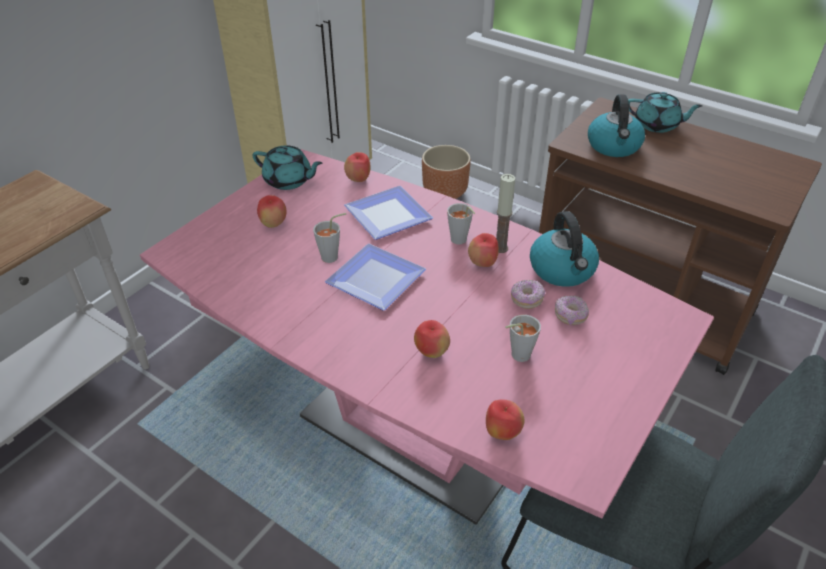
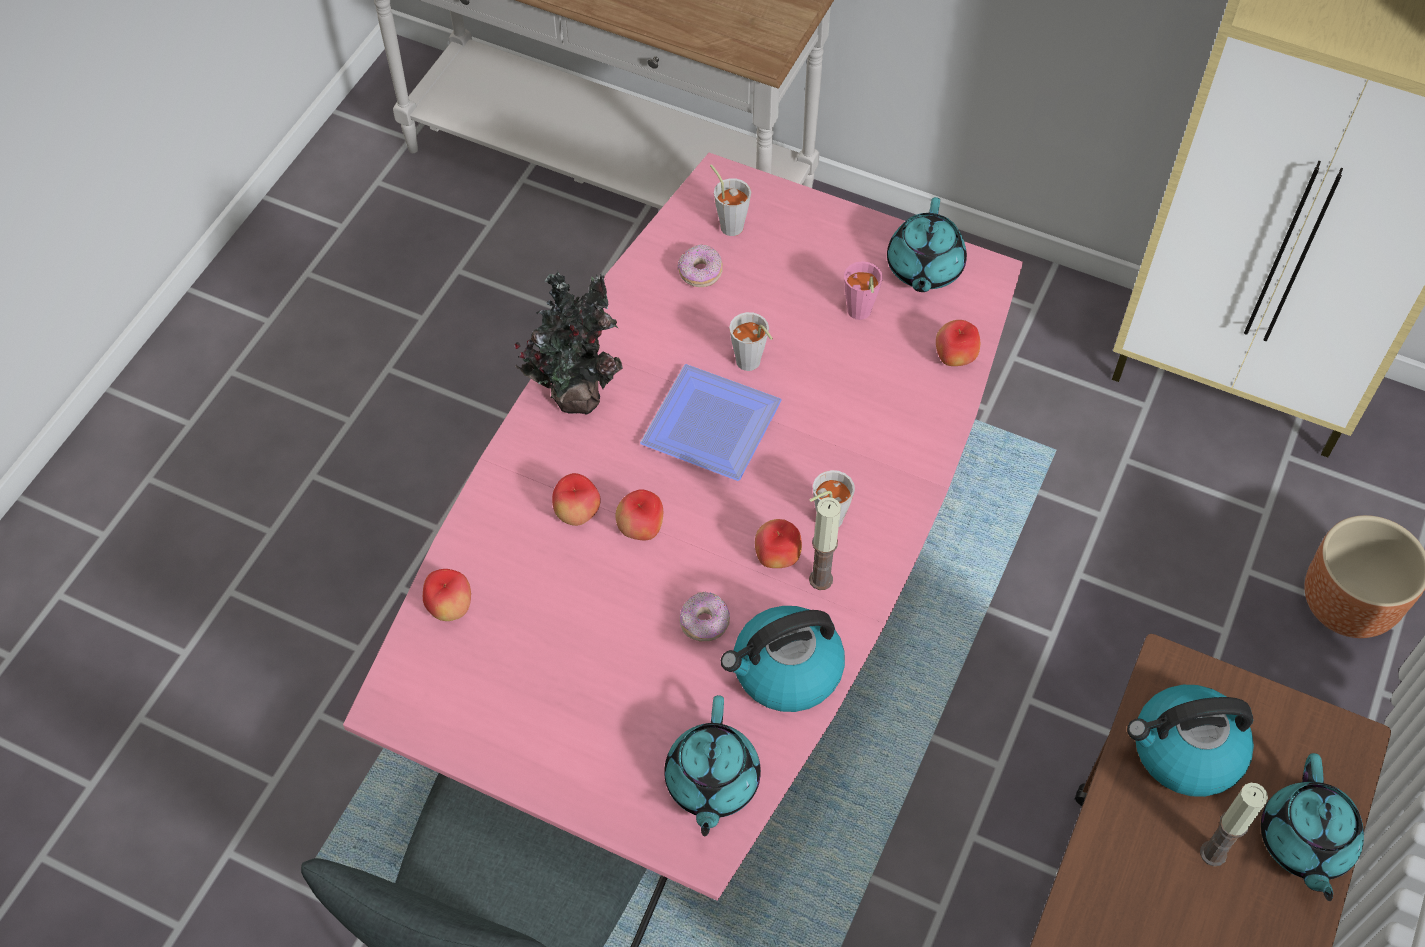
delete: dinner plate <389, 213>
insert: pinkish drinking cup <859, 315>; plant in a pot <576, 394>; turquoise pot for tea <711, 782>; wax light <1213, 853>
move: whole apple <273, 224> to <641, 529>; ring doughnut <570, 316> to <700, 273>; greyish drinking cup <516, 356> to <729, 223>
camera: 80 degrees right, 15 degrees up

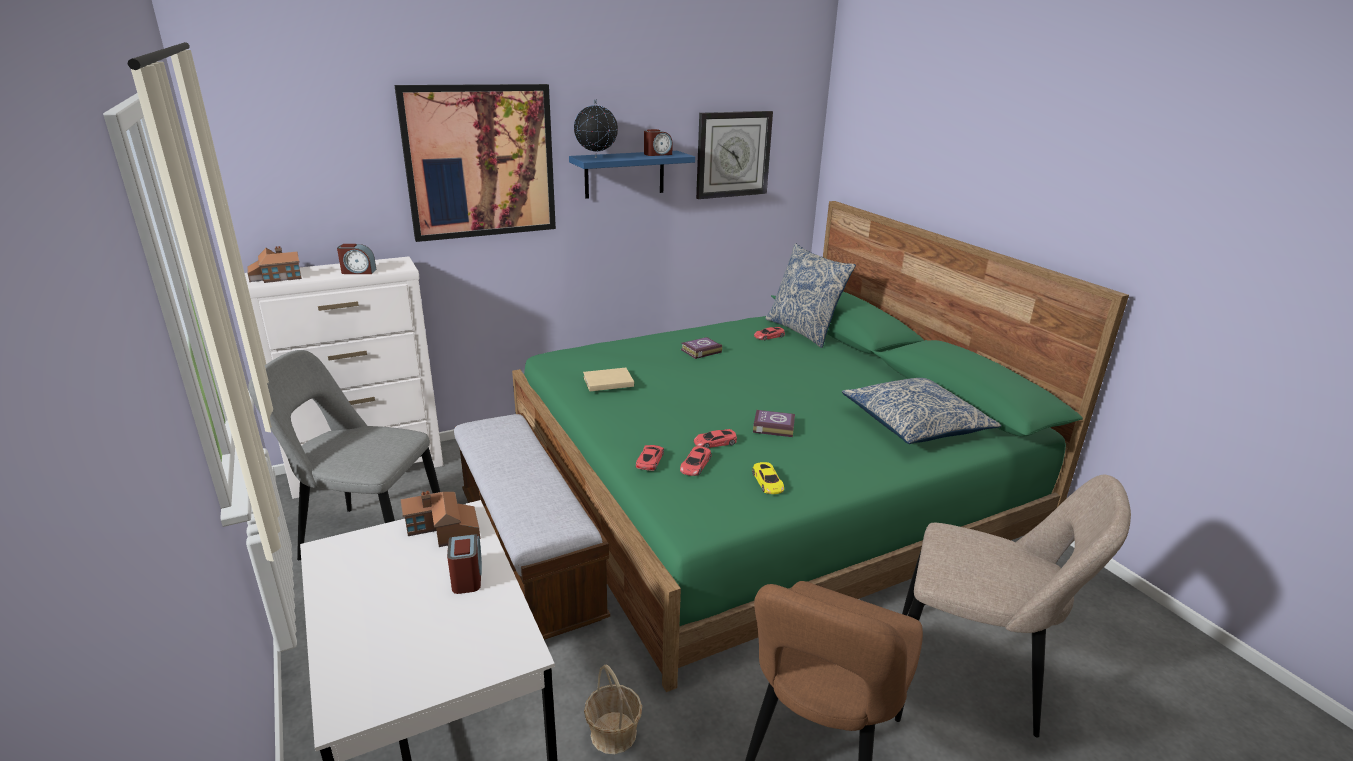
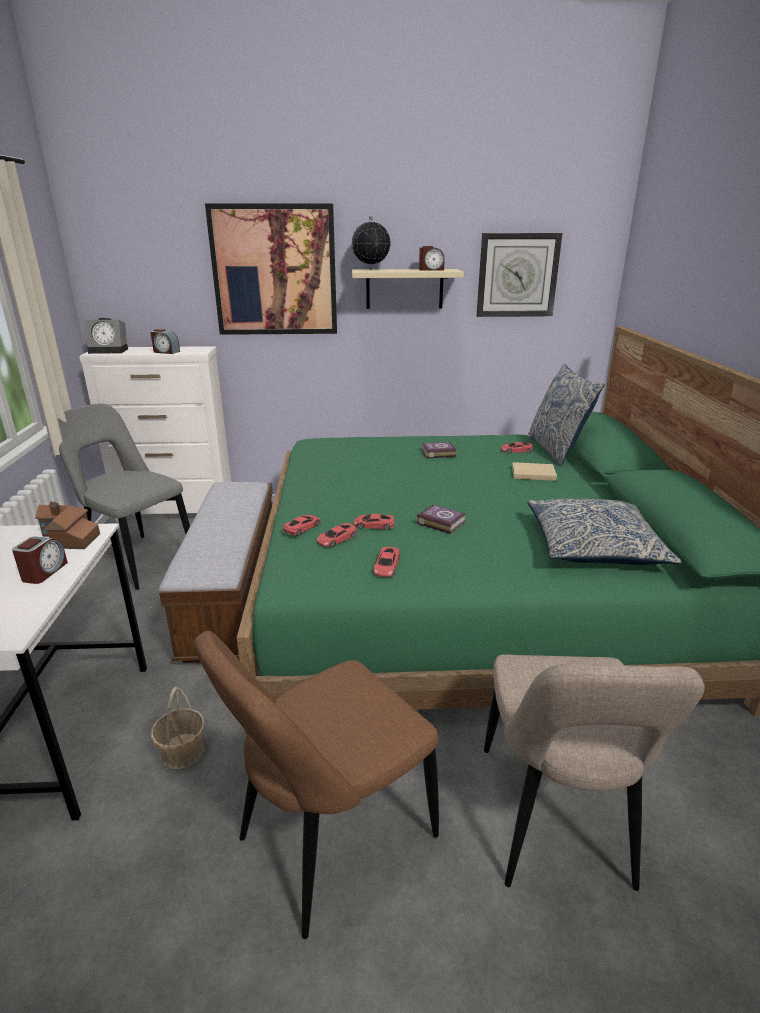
move: beige volume <606, 381> to <532, 473>
replace: miniature house <275, 277> to alarm clock <110, 350>
recolor: bluish wall shelf <624, 174> to beige wall shelf <404, 289>; yellow-coloured miniature car <767, 482> to red miniature car <386, 566>
rotate: beige plain chair <973, 674> = <555, 822> 45 degrees clockwise
camera: 25 degrees right, 0 degrees up

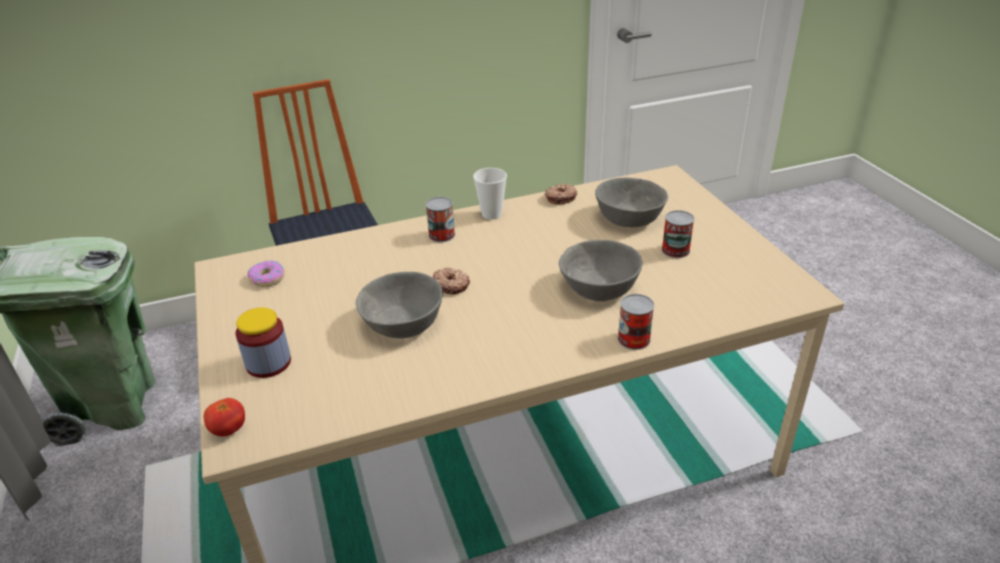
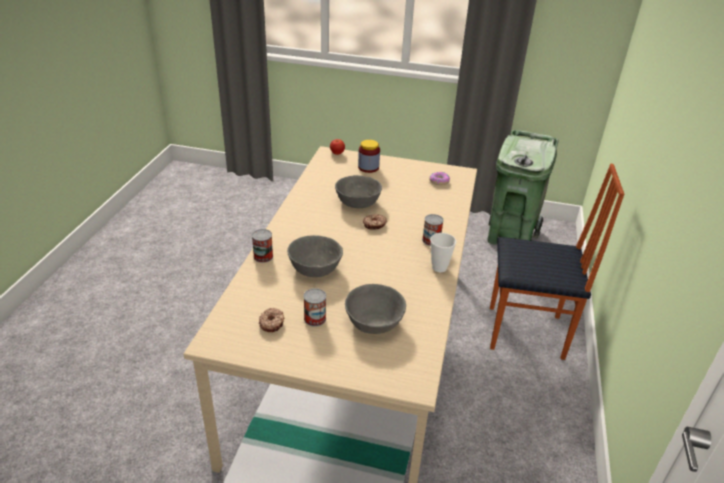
move: ring doughnut <560, 198> to <272, 323>
camera: 120 degrees right, 0 degrees up

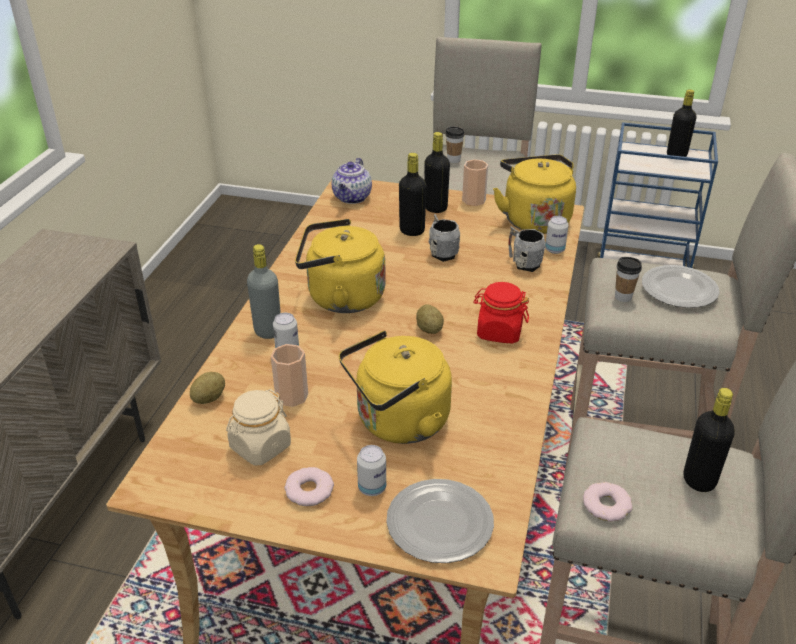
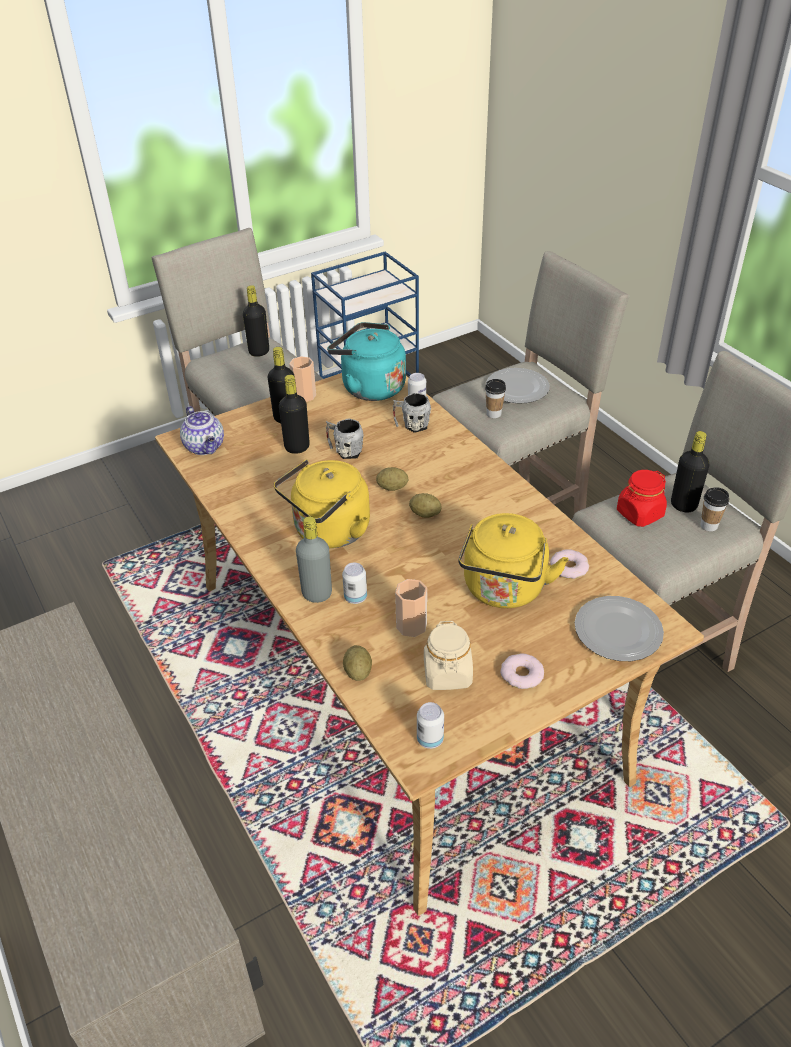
insert: potato <392, 487>
move: blackish beverage bottle <676, 155> to <259, 352>; drinking cup <453, 160> to <709, 525>; red jar <499, 332> to <639, 514>; can <372, 488> to <430, 739>; ring doughnut <606, 505> to <569, 567>
recolor: yellow-coloured kettle <534, 219> to turquoise kettle <369, 387>
camera: 45 degrees left, 5 degrees up

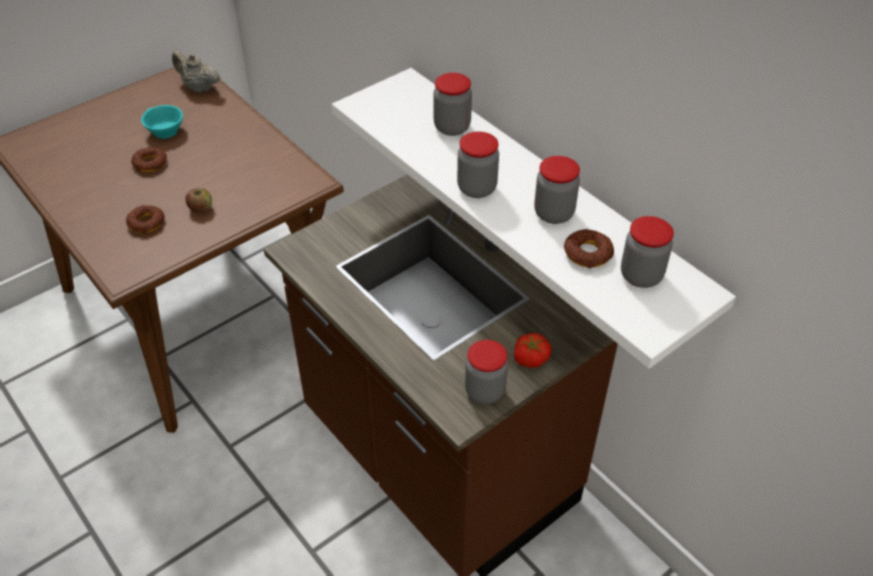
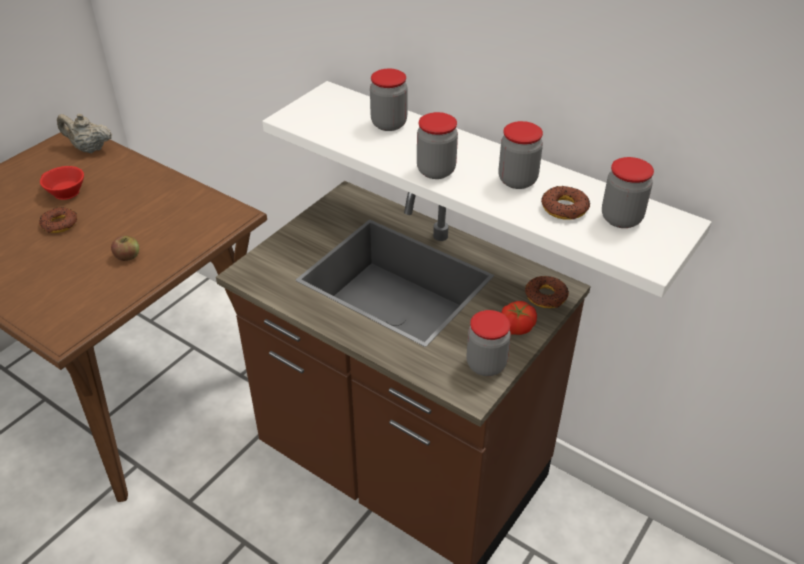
move: ring doughnut <146, 223> to <546, 296>
recolor: turquoise drinking cup <163, 131> to red drinking cup <64, 193>
camera: 15 degrees left, 5 degrees down

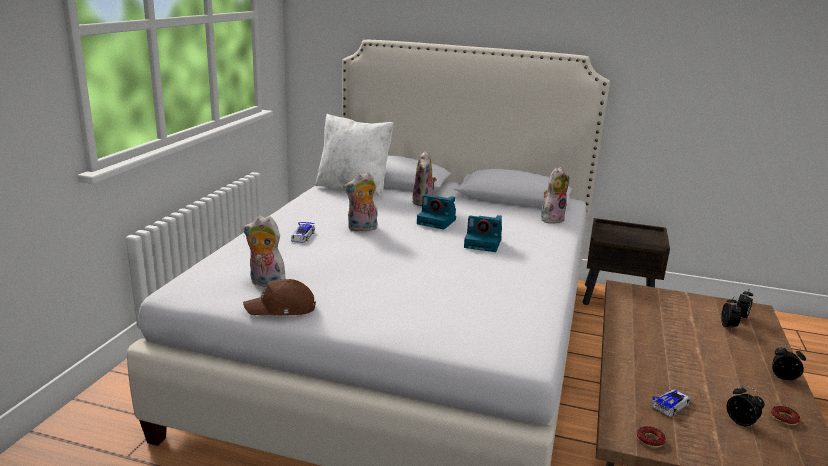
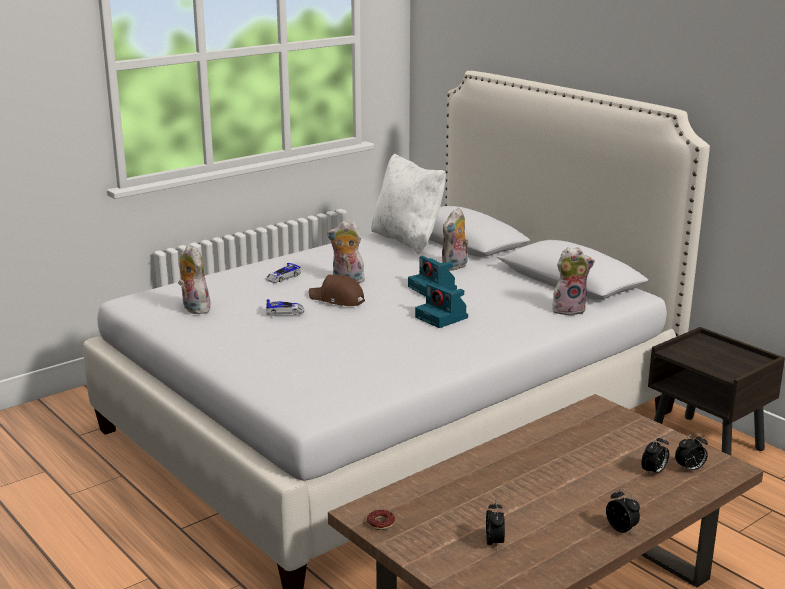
delete: ring doughnut <784, 419>
move: brown baseball cap <281, 308> to <337, 299>; miniature car <671, 404> to <285, 311>
camera: 35 degrees right, 0 degrees up

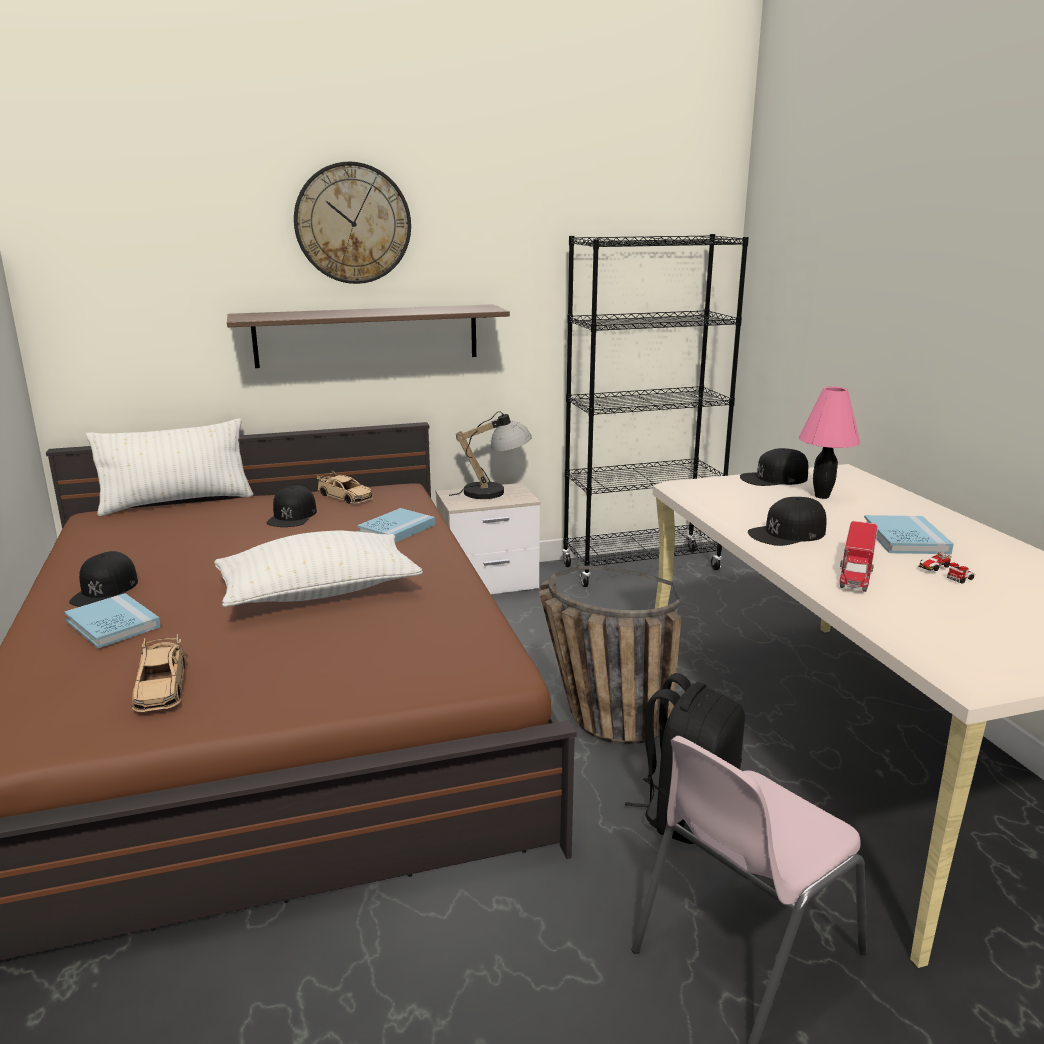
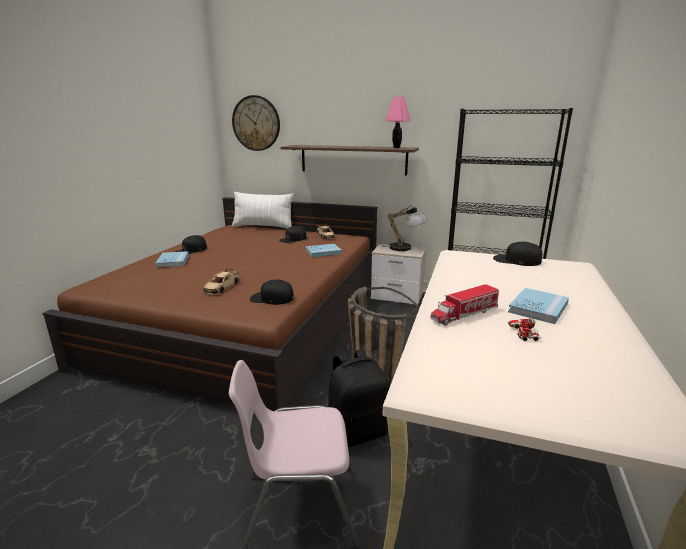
delete: white cushion <319, 593>
move: wall clock <353, 223> to <256, 123>; pinkish tabletop lamp <822, 496> to <396, 148>; blackish baseball cap <787, 533> to <271, 298>; beige miniature car <161, 686> to <222, 287>
camera: 35 degrees right, 0 degrees up

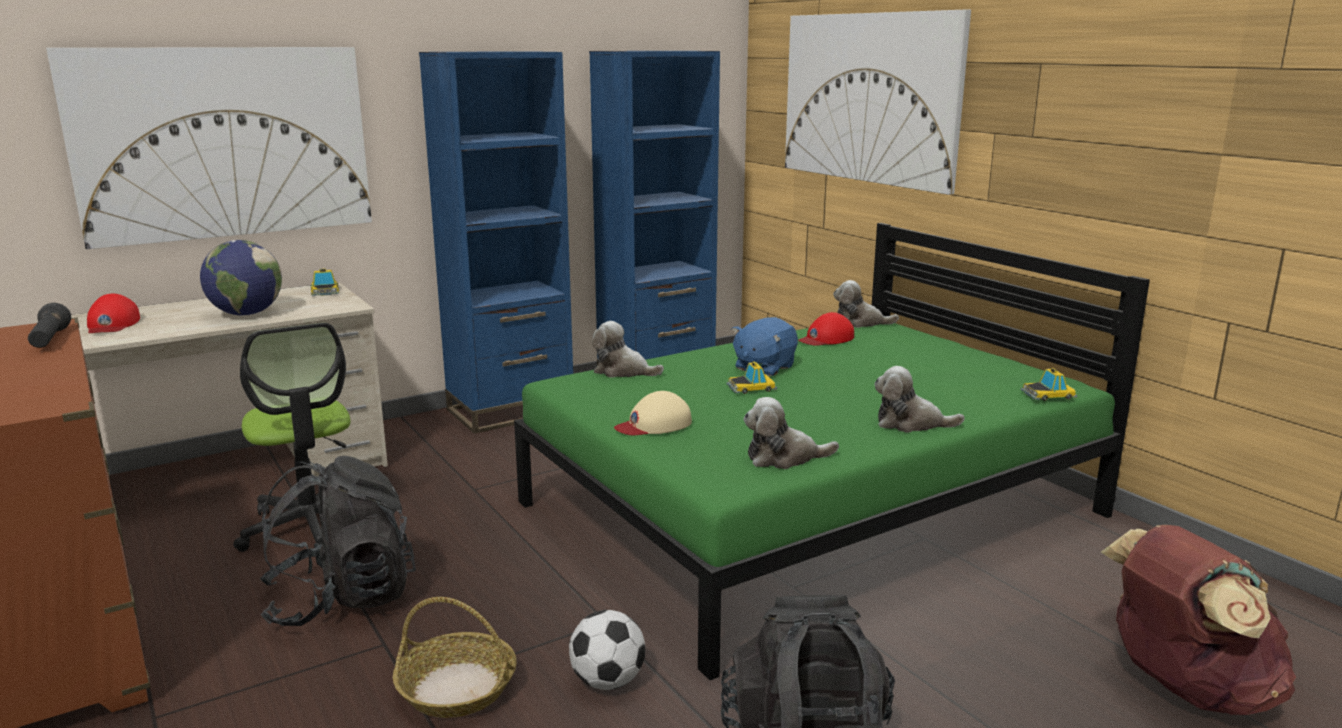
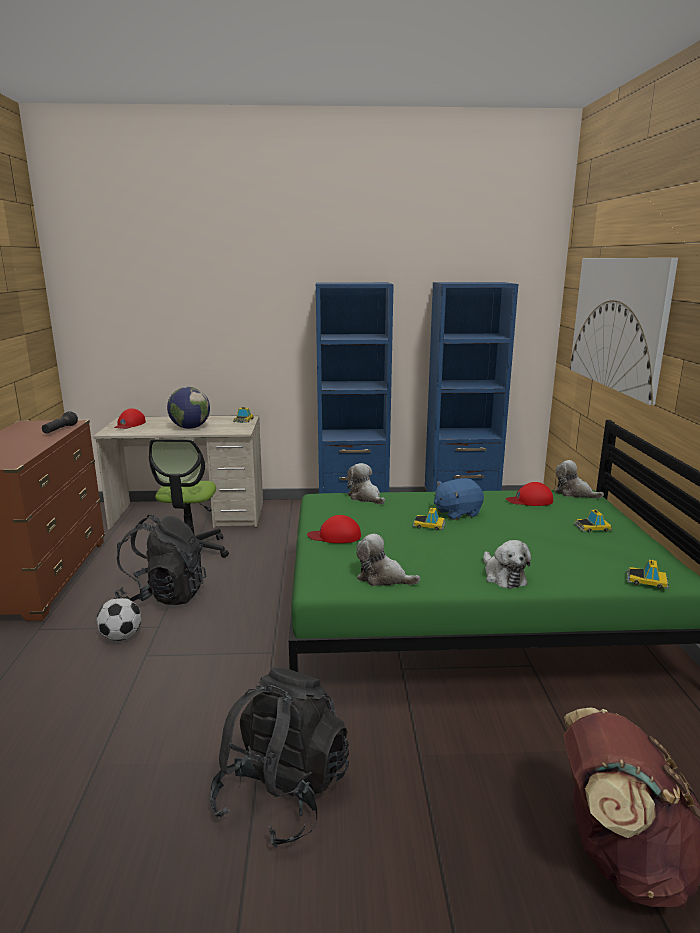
delete: wall art <224, 143>; storage basket <456, 688>
insert: miniature car <592, 527>
move: ball for football <608, 681> to <121, 637>
recolor: beige baseball cap <654, 424> to red baseball cap <335, 536>
rotate: soft toy <910, 423> = <503, 576> 150 degrees counterclockwise
camera: 30 degrees right, 0 degrees up

